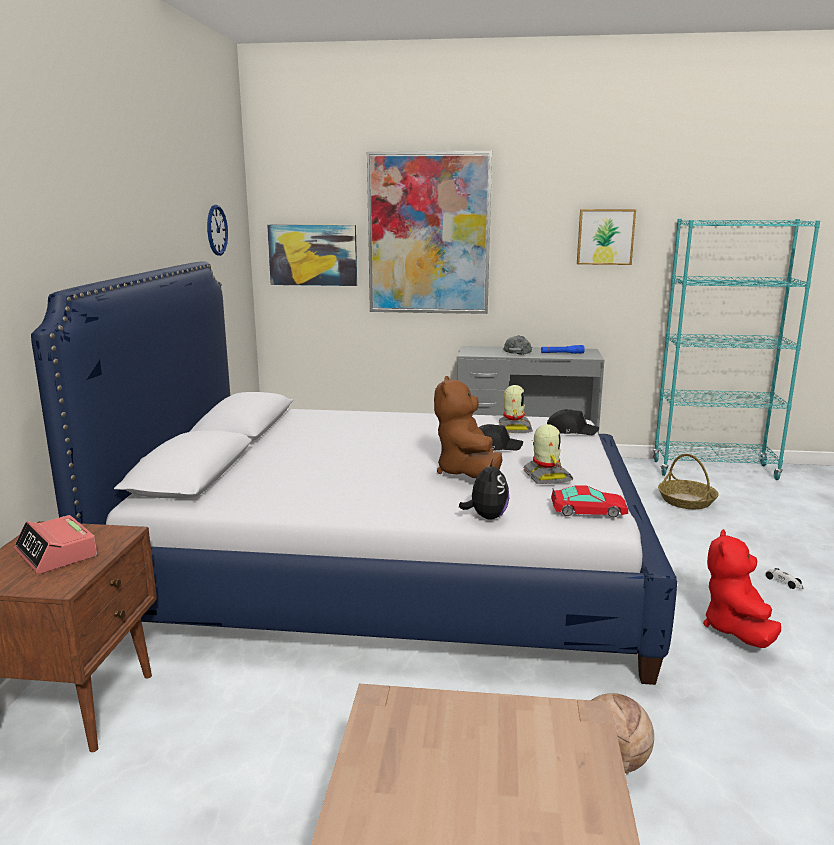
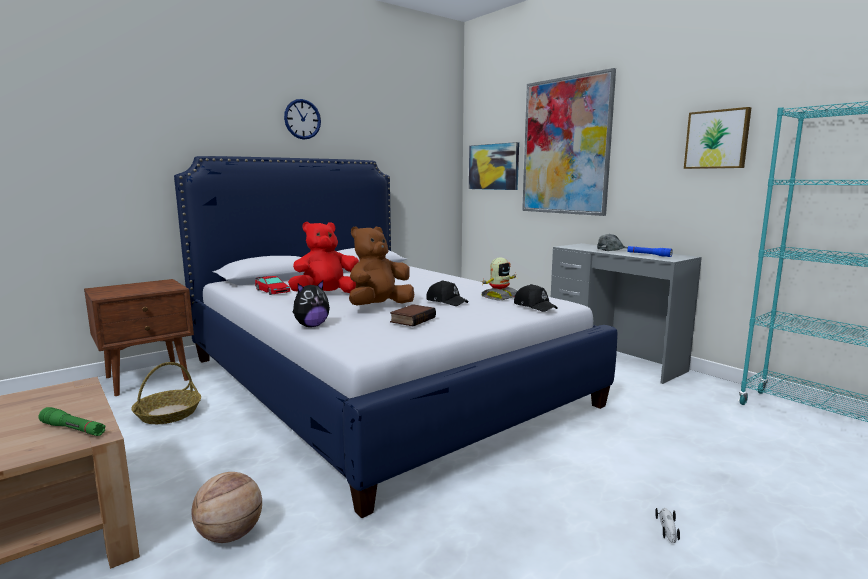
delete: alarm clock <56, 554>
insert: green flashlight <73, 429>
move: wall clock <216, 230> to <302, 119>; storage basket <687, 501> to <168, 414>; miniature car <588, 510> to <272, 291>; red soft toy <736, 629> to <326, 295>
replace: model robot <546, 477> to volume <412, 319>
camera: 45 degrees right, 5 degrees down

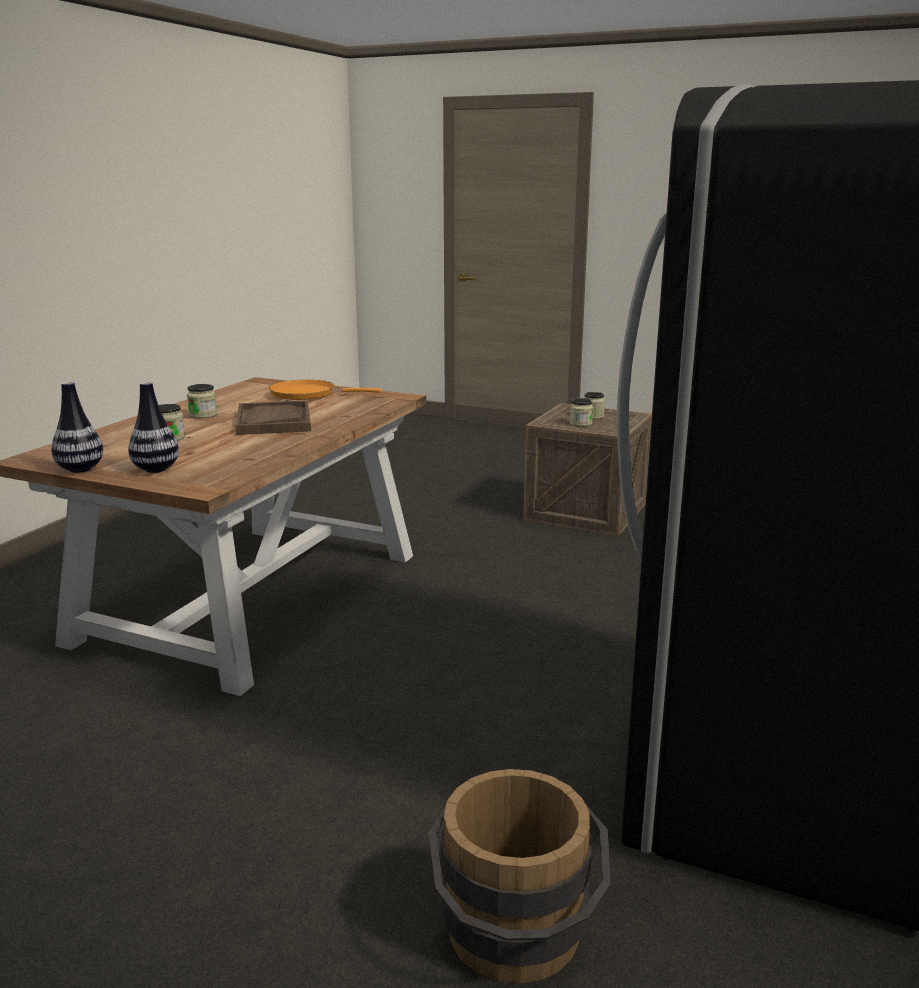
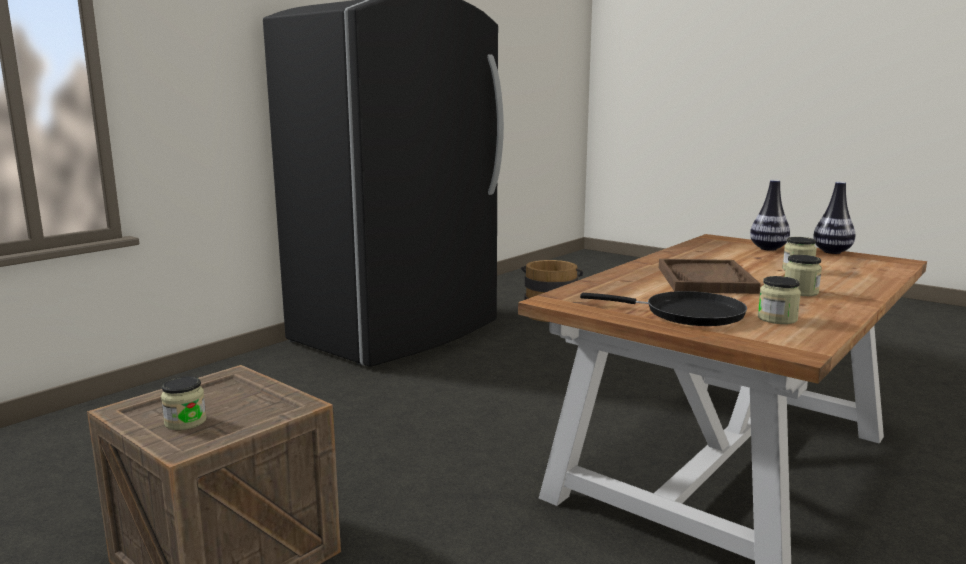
move: jar <580, 423> to <777, 319>
recolor: orange-coloured pan <308, 394> to blackish pan <686, 314>
camera: 165 degrees left, 5 degrees down

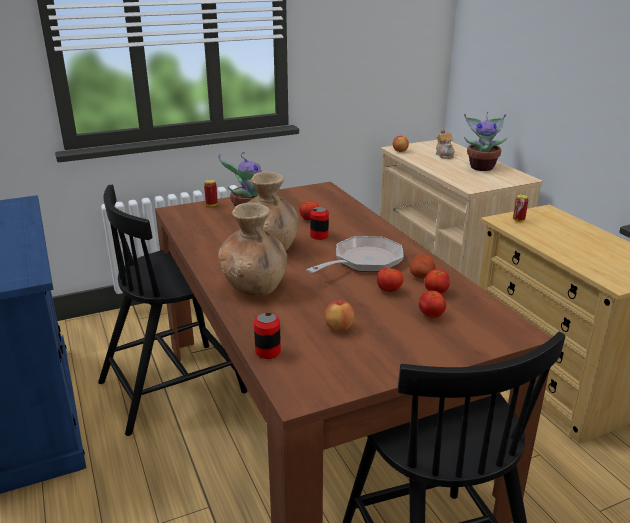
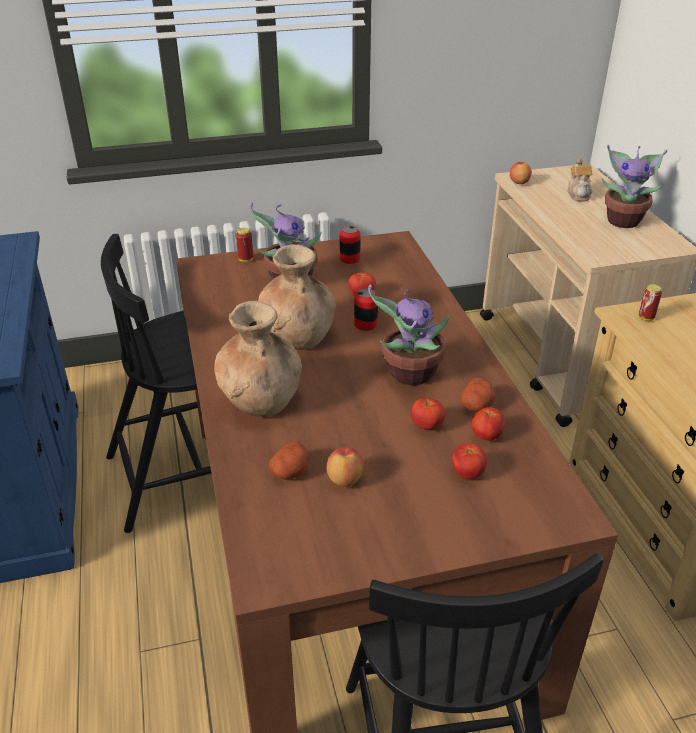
insert: potato <290, 472>
move: can <268, 352> to <349, 259>
replace: pan <363, 262> to plant in a pot <409, 374>
camera: 10 degrees right, 10 degrees up

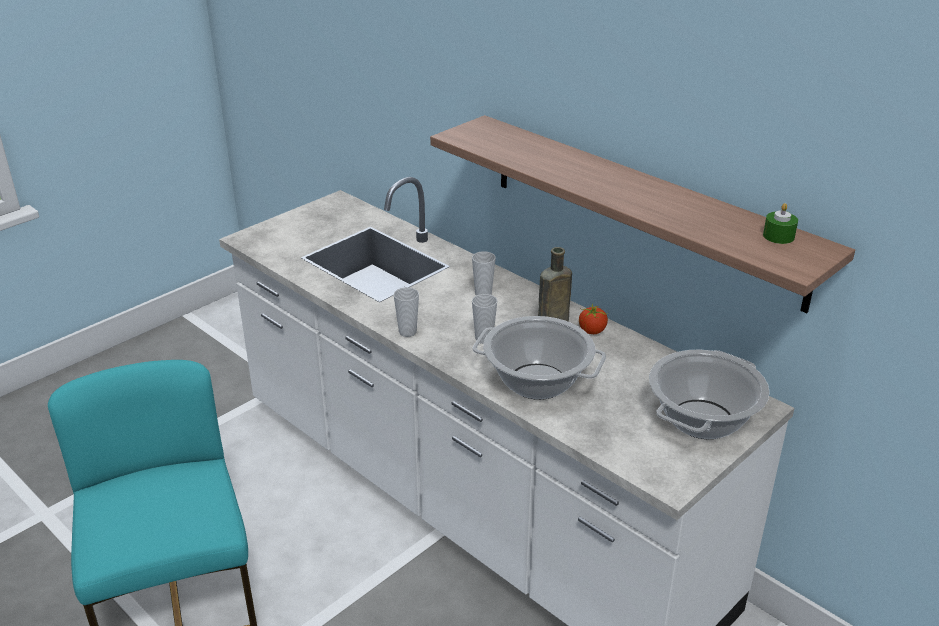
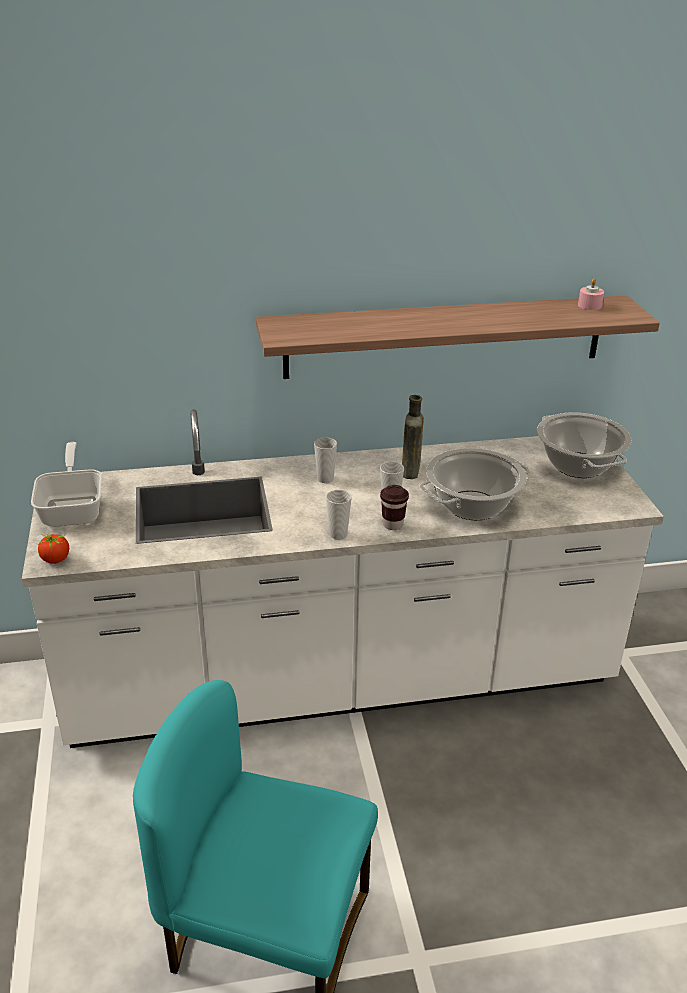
insert: pan <73, 508>; brown drinking cup <393, 525>
move: tomato <592, 331> to <56, 559>
recolor: green wax light <778, 236> to pinkish wax light <589, 305>
camera: 55 degrees left, 0 degrees up

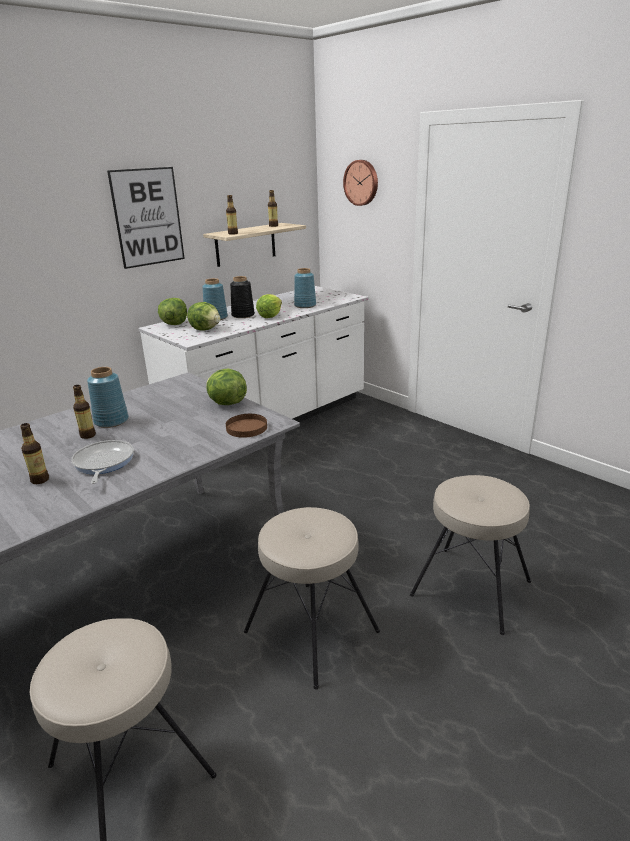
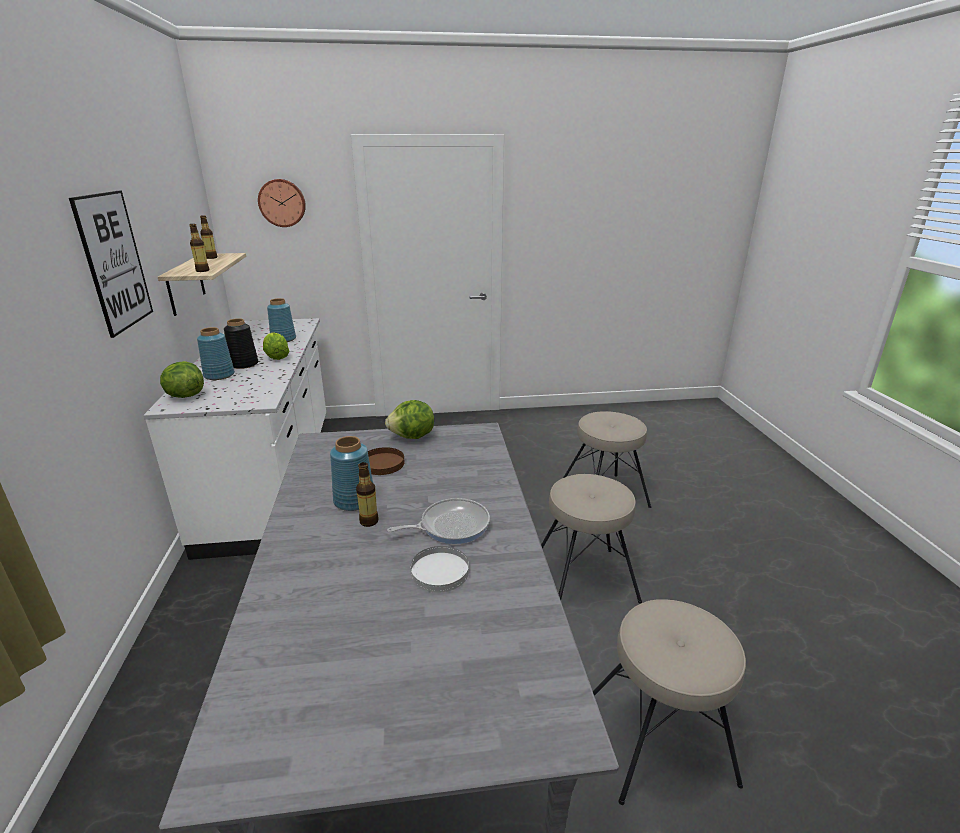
delete: head of lettuce <206, 329>
move: brown dinner plate <247, 428> to <383, 463>
replace: beverage bottle <40, 480> to white dinner plate <439, 571>
rotate: pan <103, 463> = <451, 525> 135 degrees clockwise
camera: 55 degrees left, 0 degrees up

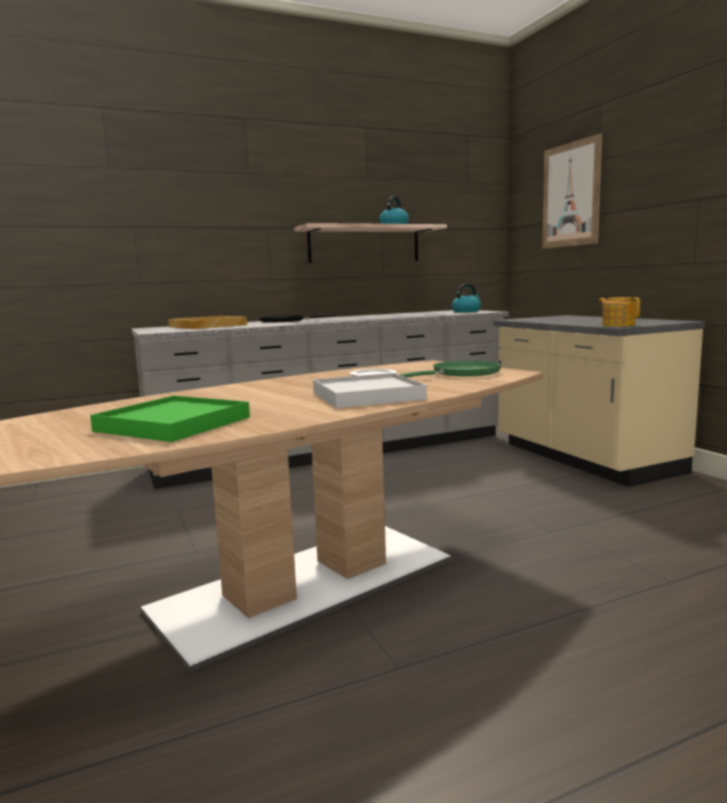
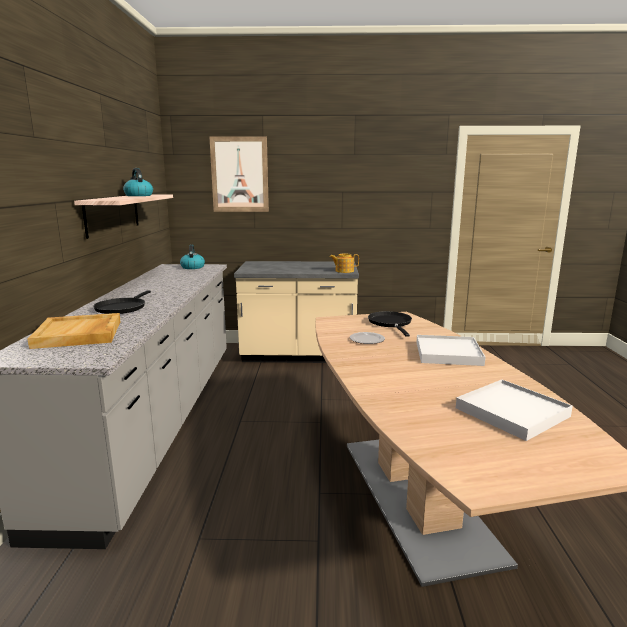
recolor: green pan <462, 373> to blackish pan <390, 323>; green tray <173, 424> to white tray <511, 412>
camera: 65 degrees left, 5 degrees up

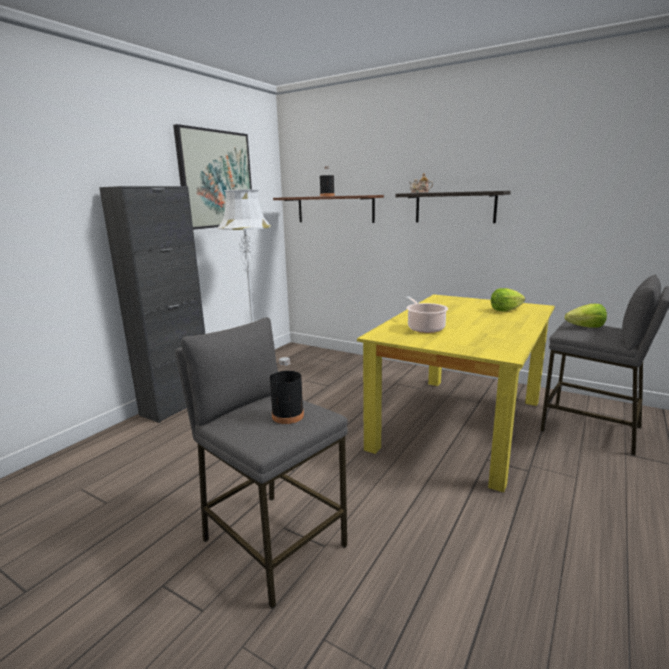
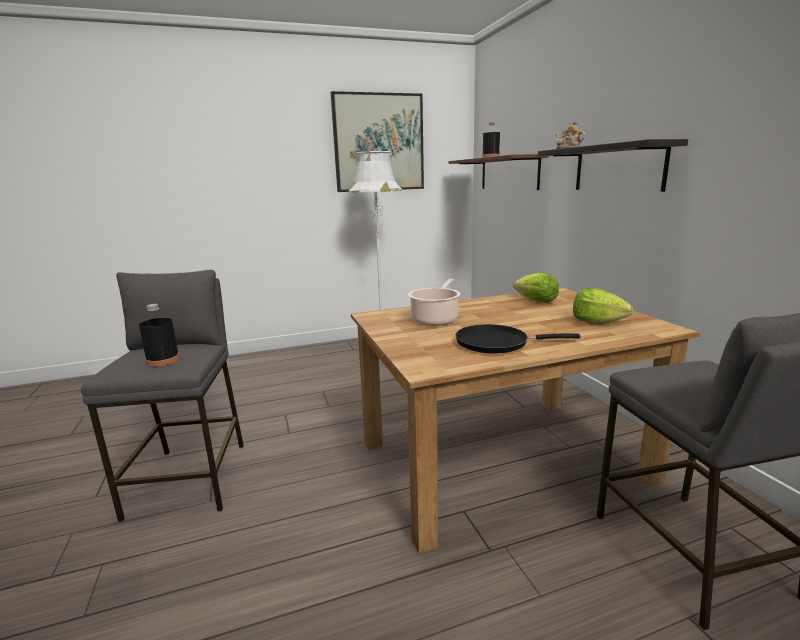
delete: blackish cupboard <177, 405>
insert: blackish pan <497, 343>
move: head of lettuce <586, 327> to <536, 301>
recolor: yellow-coloured kitchen table <458, 423> to brown kitchen table <502, 458>
camera: 40 degrees right, 0 degrees up

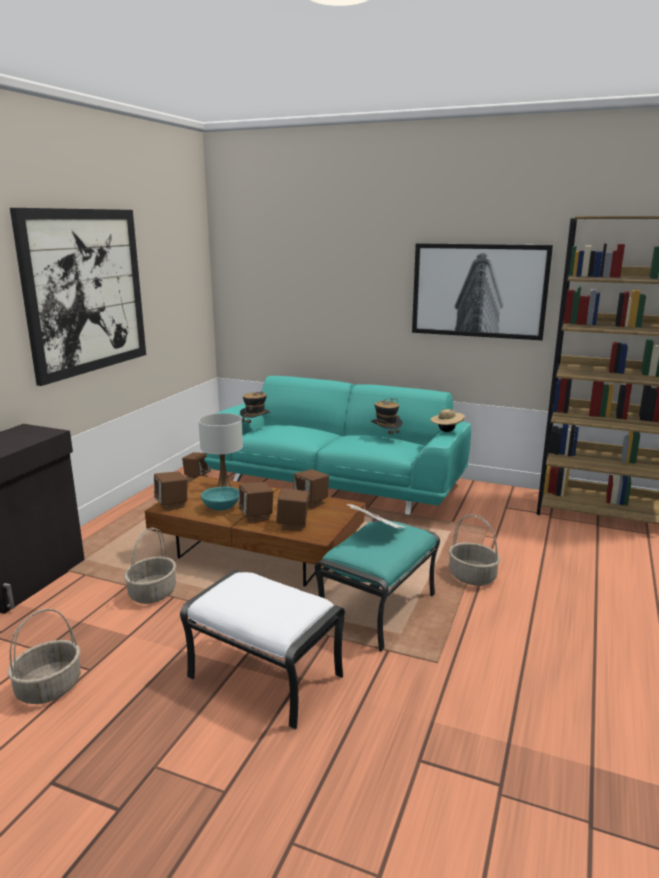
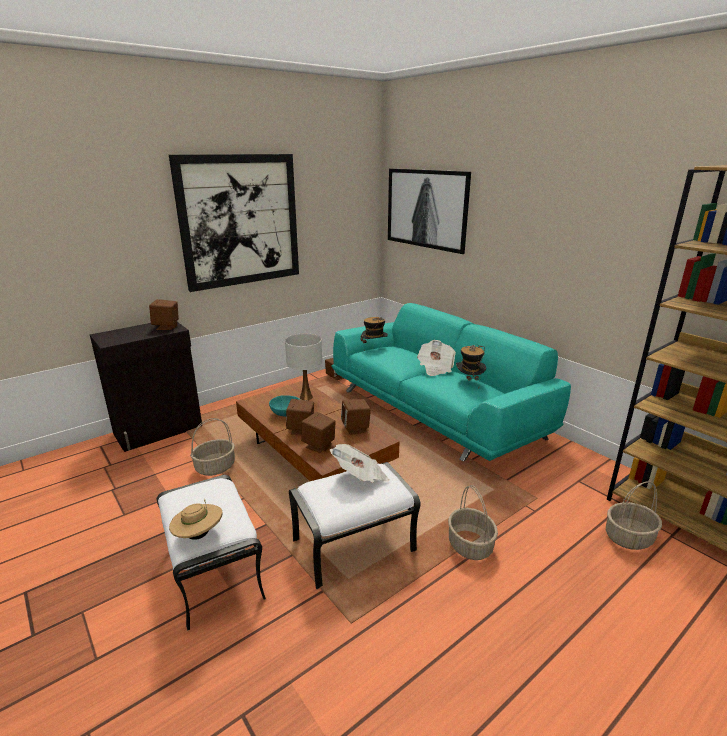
insert: printed paper <435, 368>
move: wall art <479, 290> to <427, 209>; beige wearable hat <446, 431> to <198, 535>; brown audio speaker <172, 505> to <166, 327>; storage basket <49, 688> to <628, 538>
recolor: turquoise pouffe <378, 610> to white pouffe <353, 547>
camera: 30 degrees right, 5 degrees up

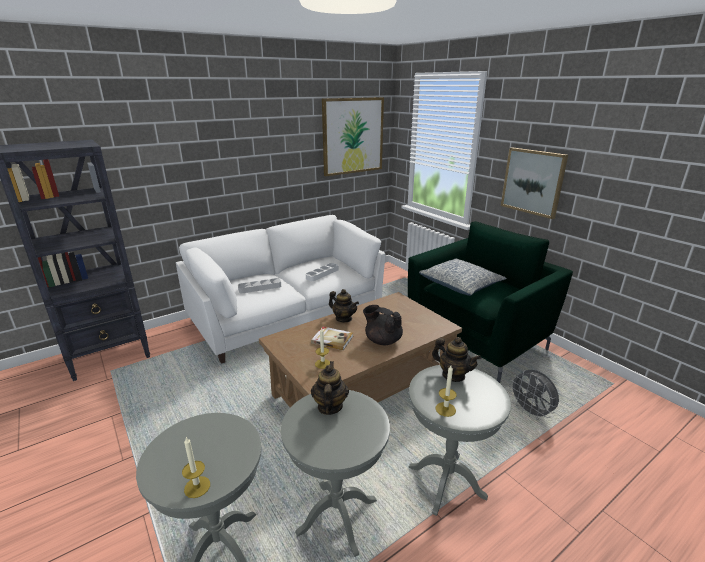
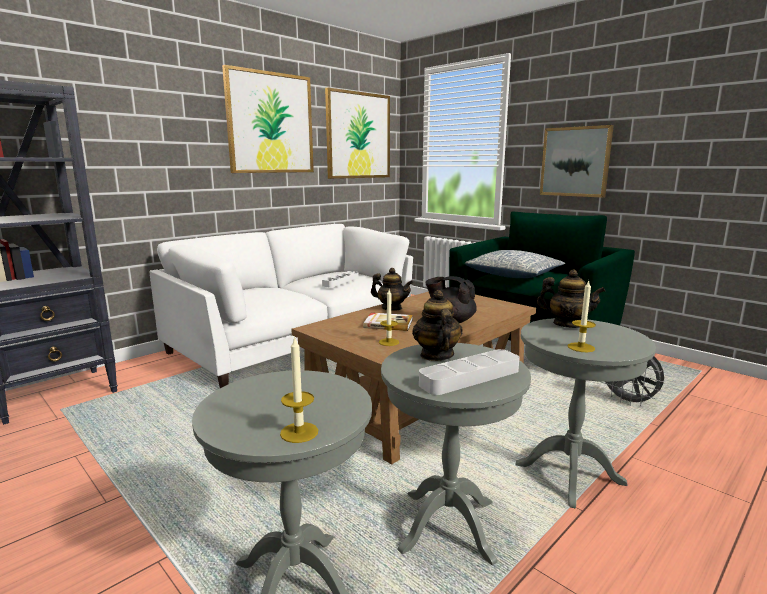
insert: wall art <270, 123>
move: greyish tray <260, 288> to <470, 377>
camera: 10 degrees left, 10 degrees down

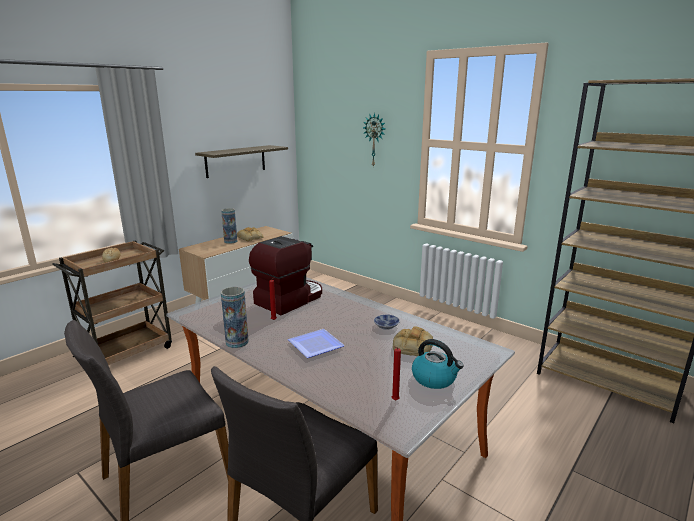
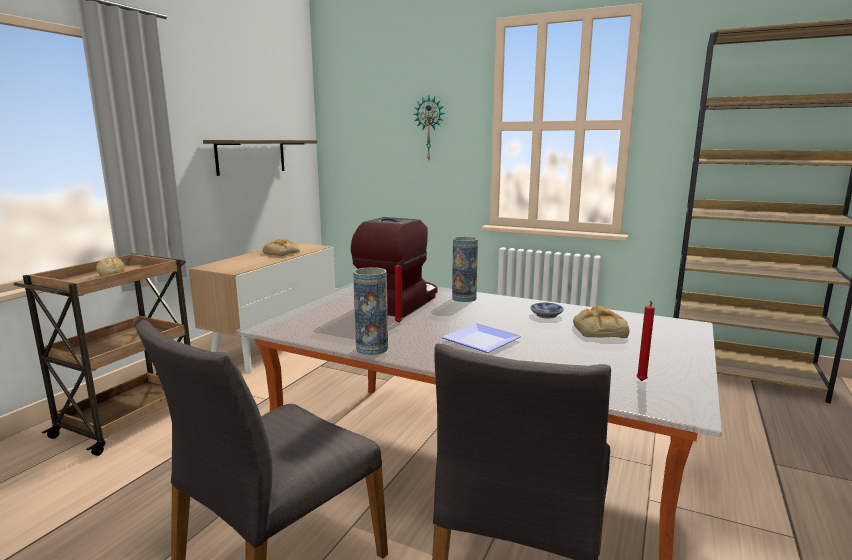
delete: kettle <434, 378>
move: flower vase <230, 241> to <464, 298>
camera: 15 degrees left, 5 degrees down

